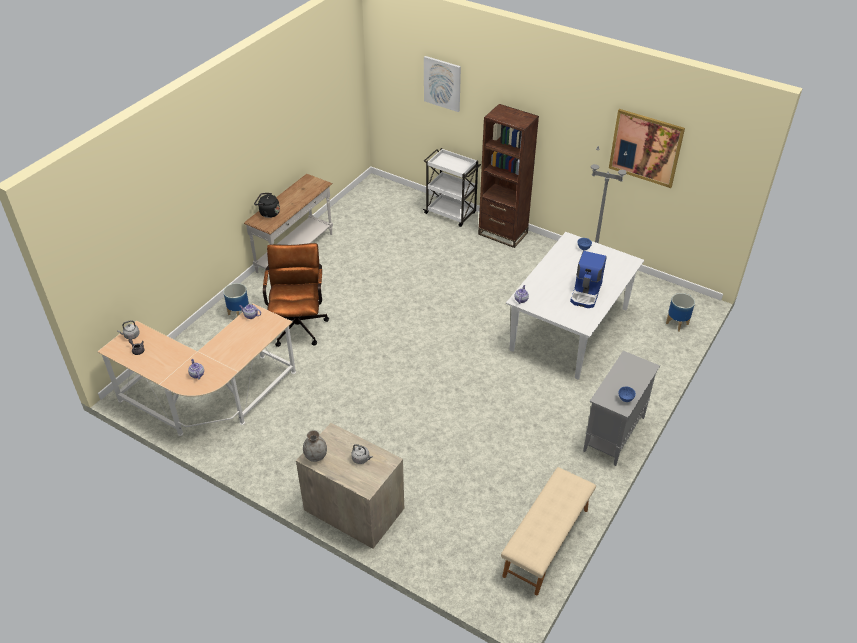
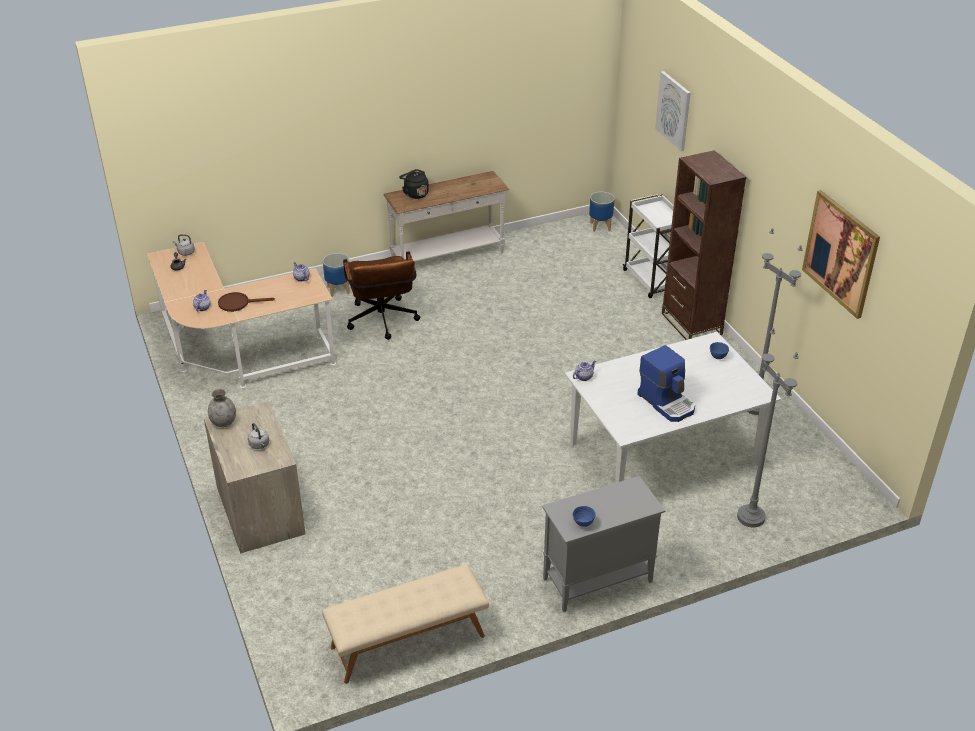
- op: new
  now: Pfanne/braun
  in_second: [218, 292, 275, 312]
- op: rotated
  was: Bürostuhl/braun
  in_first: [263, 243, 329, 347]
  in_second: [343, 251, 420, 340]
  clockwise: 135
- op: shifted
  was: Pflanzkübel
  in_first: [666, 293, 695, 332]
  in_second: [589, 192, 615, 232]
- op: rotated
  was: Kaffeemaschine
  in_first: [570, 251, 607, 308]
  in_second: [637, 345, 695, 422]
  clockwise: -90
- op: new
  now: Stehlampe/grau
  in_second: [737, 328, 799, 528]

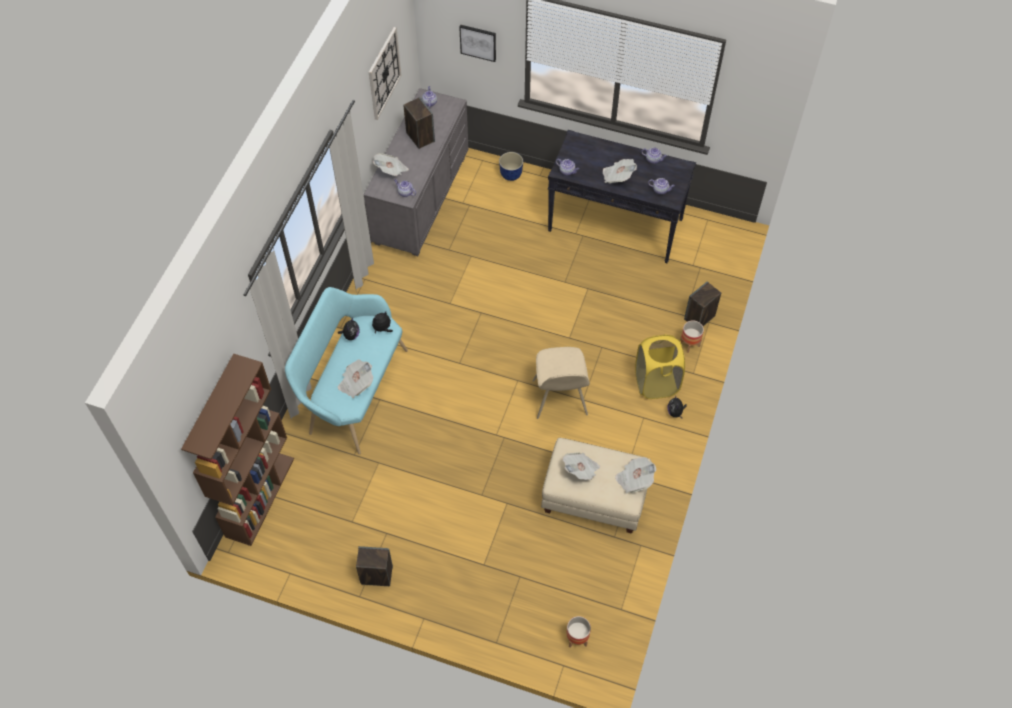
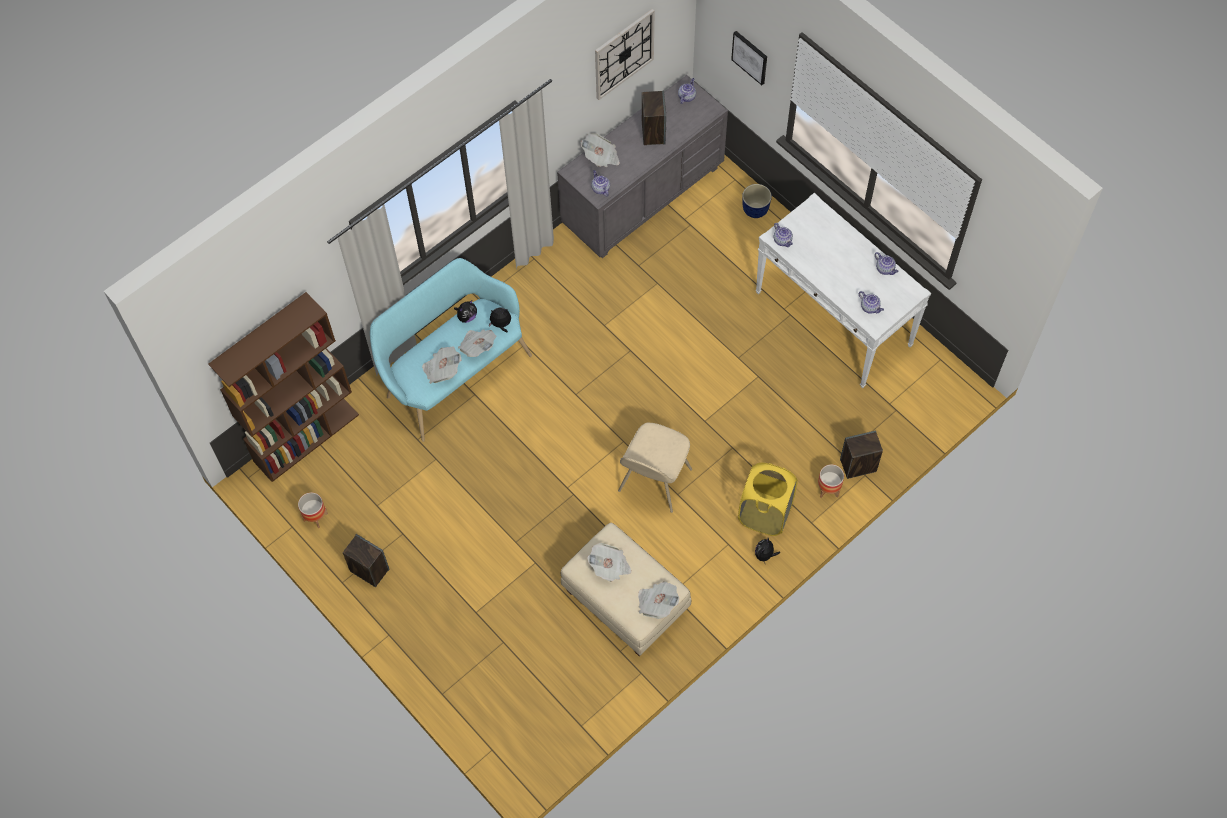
- op: shifted
  was: Pflanzkübel
  in_first: [566, 616, 591, 647]
  in_second: [298, 493, 328, 528]
- op: shifted
  was: Zeitung
  in_first: [603, 159, 637, 183]
  in_second: [458, 329, 496, 357]
- op: repainted
  was: Konsolentisch/schwarz
  now: Konsolentisch/weiß
  in_first: [548, 130, 696, 263]
  in_second: [756, 193, 931, 389]

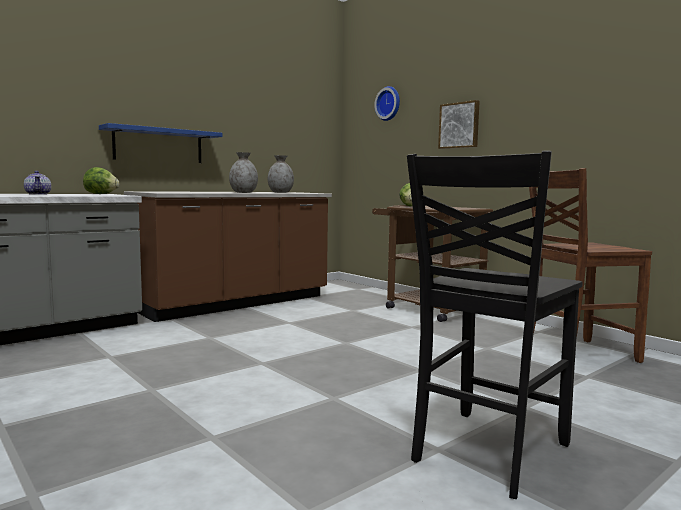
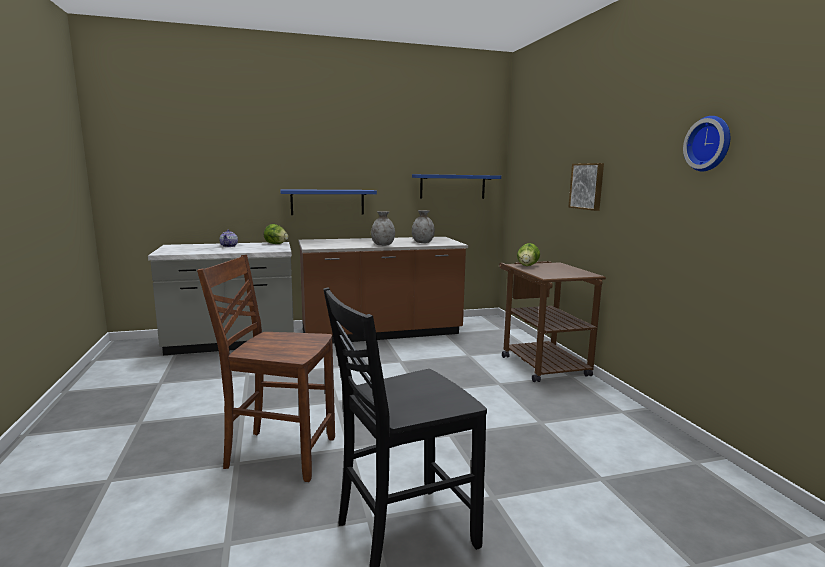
- op: shifted
  was: Stuhl/braun
  in_first: [529, 168, 652, 363]
  in_second: [197, 255, 335, 482]
- op: new
  now: Wandregal/blau
  in_second: [412, 174, 501, 199]
- op: shifted
  was: Wanduhr
  in_first: [374, 86, 400, 121]
  in_second: [683, 116, 730, 171]

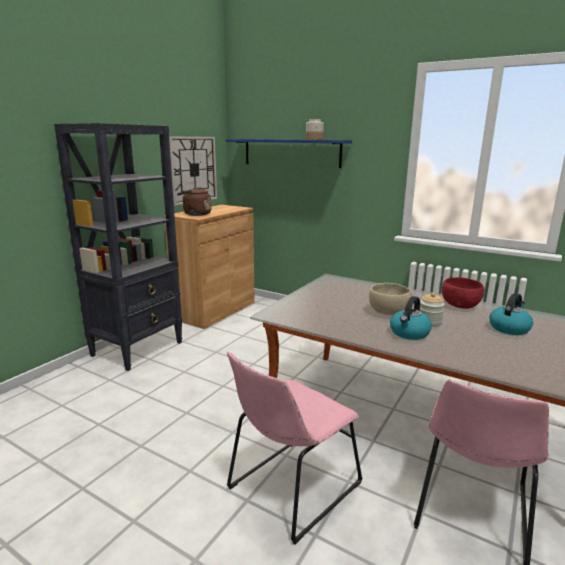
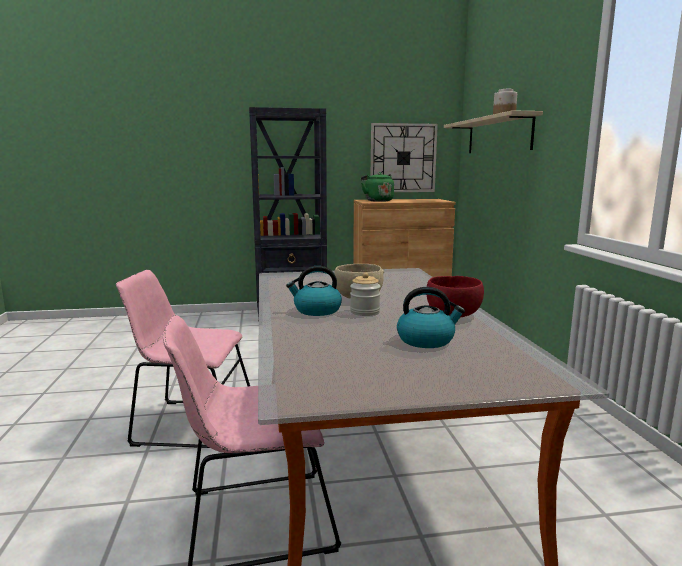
- op: repainted
  was: Wasserkessel/braun
  now: Wasserkessel/grün
  in_first: [177, 187, 211, 216]
  in_second: [361, 172, 394, 202]
- op: repainted
  was: Wandregal/blau
  now: Wandregal/beige
  in_first: [226, 139, 352, 168]
  in_second: [444, 110, 543, 153]

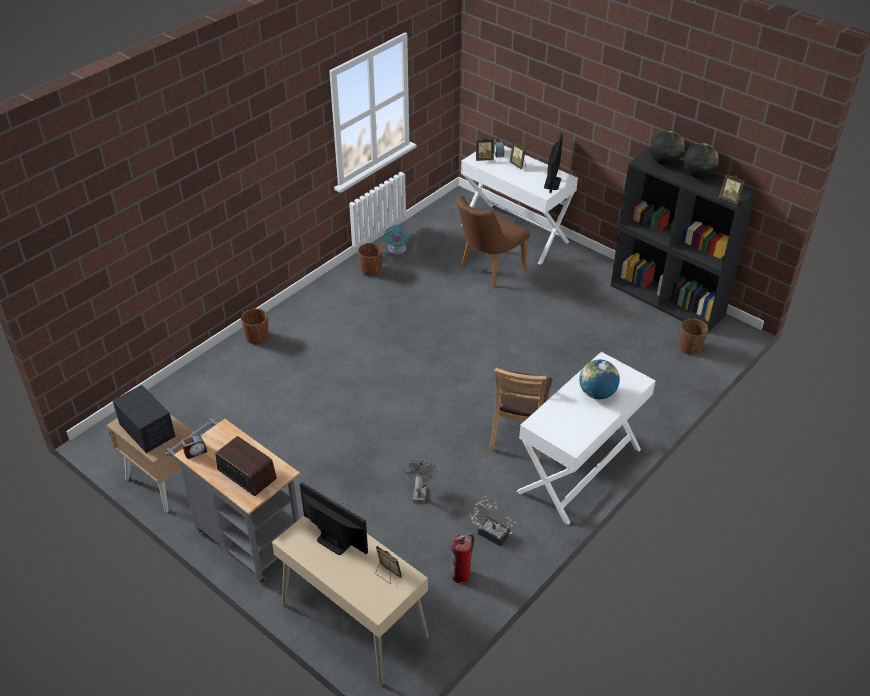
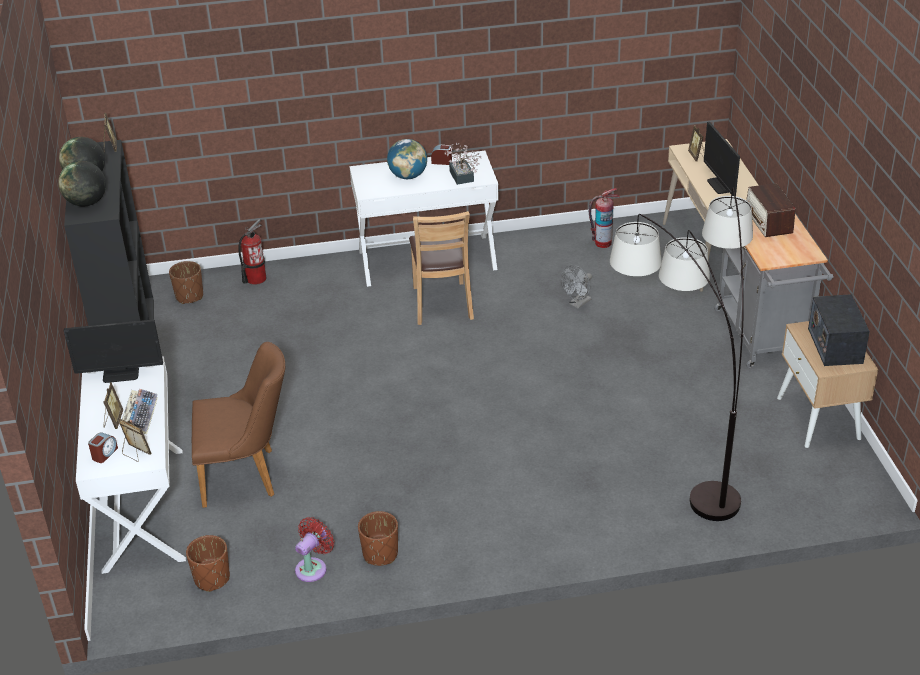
- op: rotated
  was: Monitor
  in_first: [544, 133, 563, 193]
  in_second: [64, 320, 163, 383]
  clockwise: -150
- op: new
  now: Tastatur
  in_second: [120, 389, 158, 434]
- op: shifted
  was: Pflanzkübel/braun
  in_first: [241, 309, 269, 344]
  in_second: [186, 535, 230, 592]
- op: new
  now: Feuerlöscher
  in_second: [238, 219, 266, 285]
- op: repainted
  was: Ventilator/türkis
  now: Ventilator/rot
  in_first: [384, 224, 410, 254]
  in_second: [295, 517, 334, 582]
- op: rotated
  was: Stuhl/braun
  in_first: [489, 368, 553, 460]
  in_second: [409, 211, 474, 325]
  clockwise: 120
- op: shifted
  was: Wecker
  in_first: [181, 435, 207, 459]
  in_second: [431, 145, 452, 165]
- op: shifted
  was: Topfpflanze
  in_first: [470, 496, 516, 547]
  in_second: [444, 143, 482, 185]
- op: new
  now: Stehlampe
  in_second: [610, 188, 753, 521]

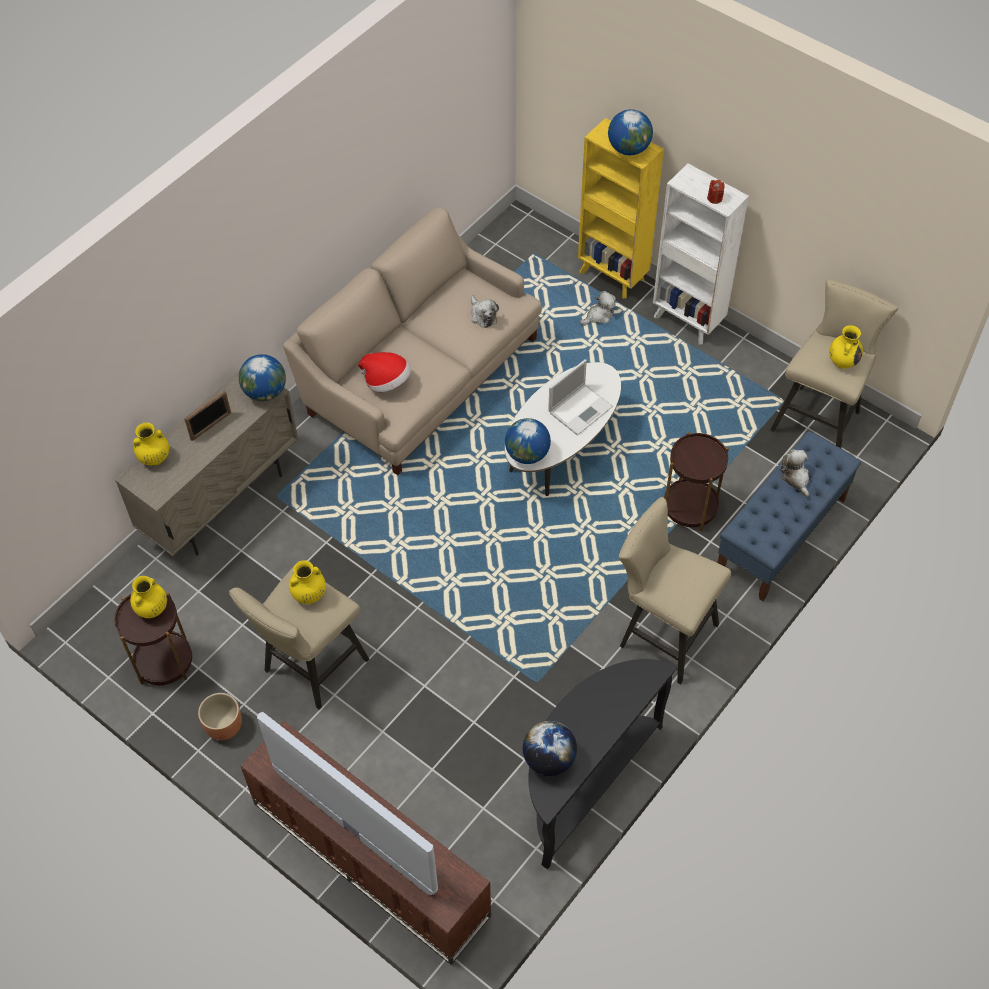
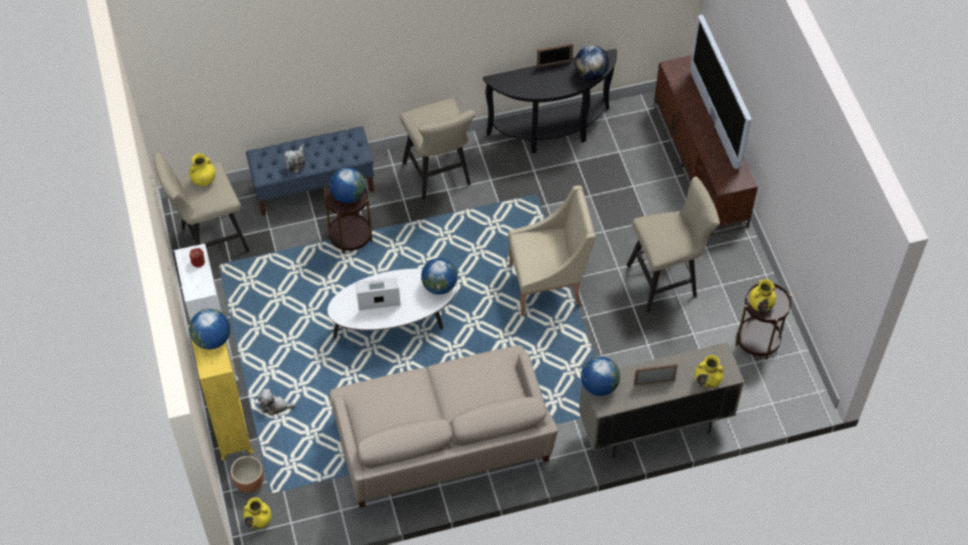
- op: shifted
  was: Pflanzkübel/braun
  in_first: [198, 693, 242, 740]
  in_second: [231, 456, 264, 493]
- op: shifted
  was: Vase/gelb
  in_first: [289, 560, 326, 604]
  in_second: [243, 497, 271, 529]
- op: new
  now: Globus
  in_second: [330, 167, 366, 203]
- op: new
  now: Sessel/beige
  in_second: [508, 186, 596, 316]
- op: new
  now: Bilderrahmen
  in_second: [537, 43, 573, 68]
- op: gone
  was: Hut
  in_first: [358, 352, 411, 392]
- op: gone
  was: Plüschtier
  in_first: [471, 295, 499, 328]

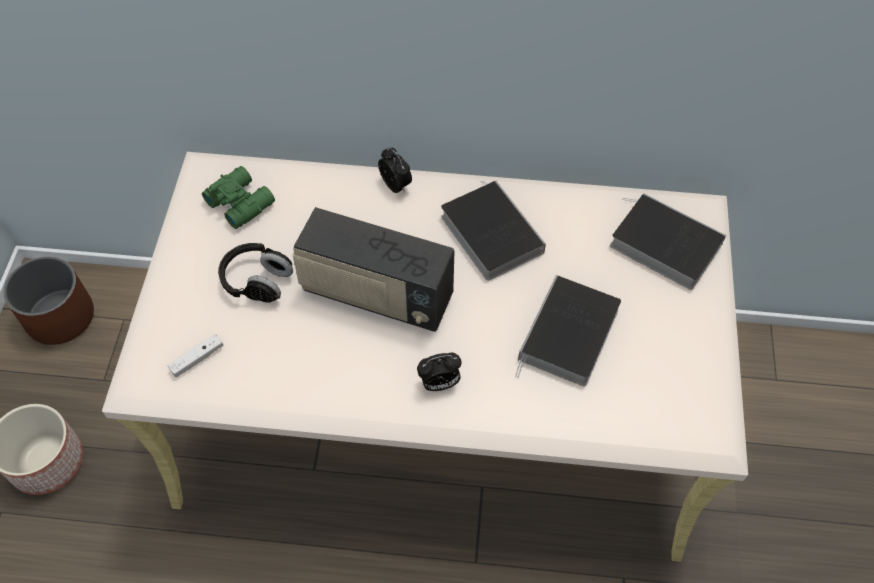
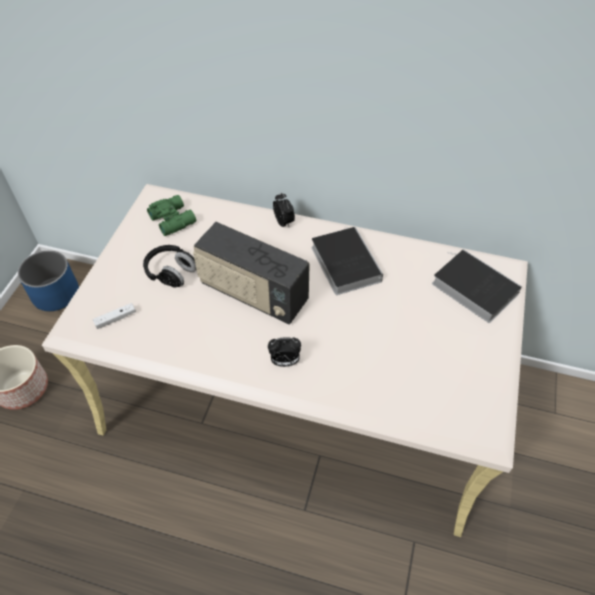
- op: repainted
  was: Pflanzkübel/braun
  now: Pflanzkübel/blau
  in_first: [3, 256, 94, 345]
  in_second: [18, 250, 79, 311]
- op: gone
  was: Buch
  in_first: [515, 275, 621, 387]

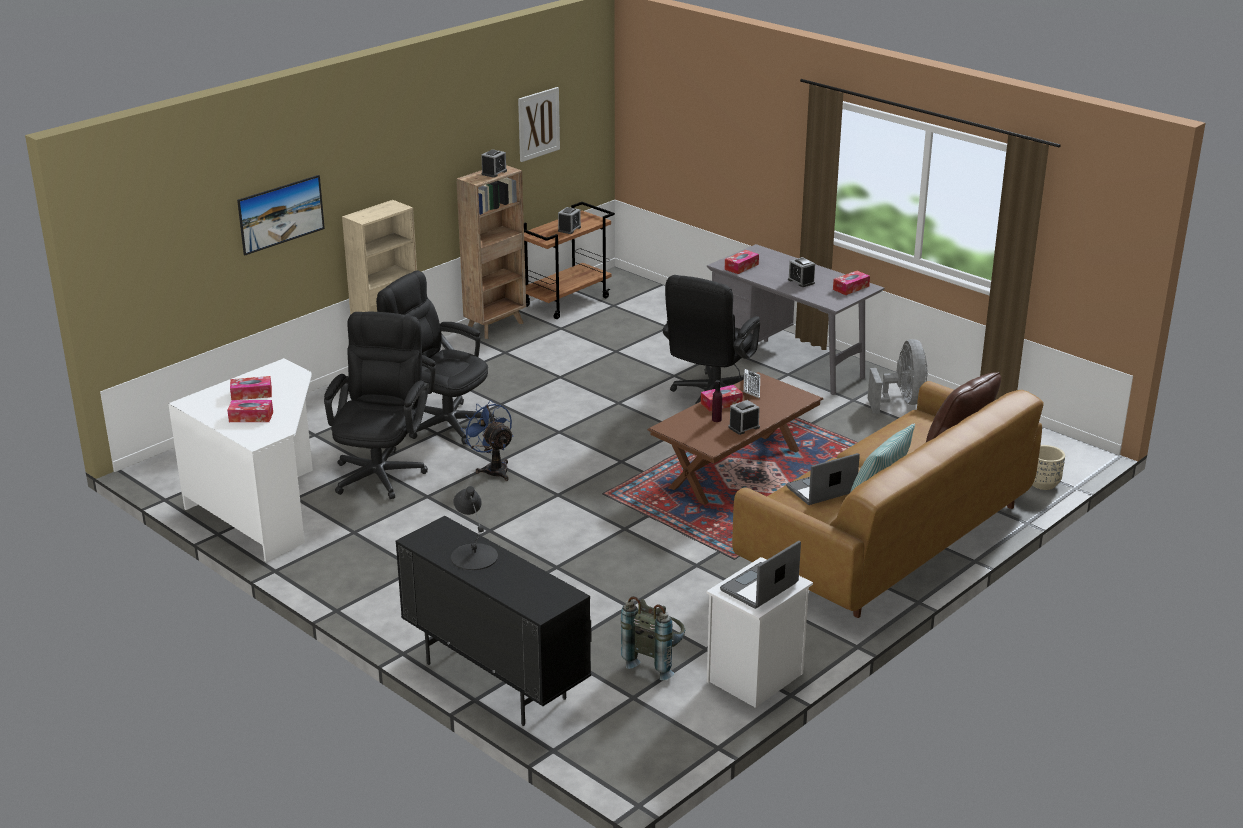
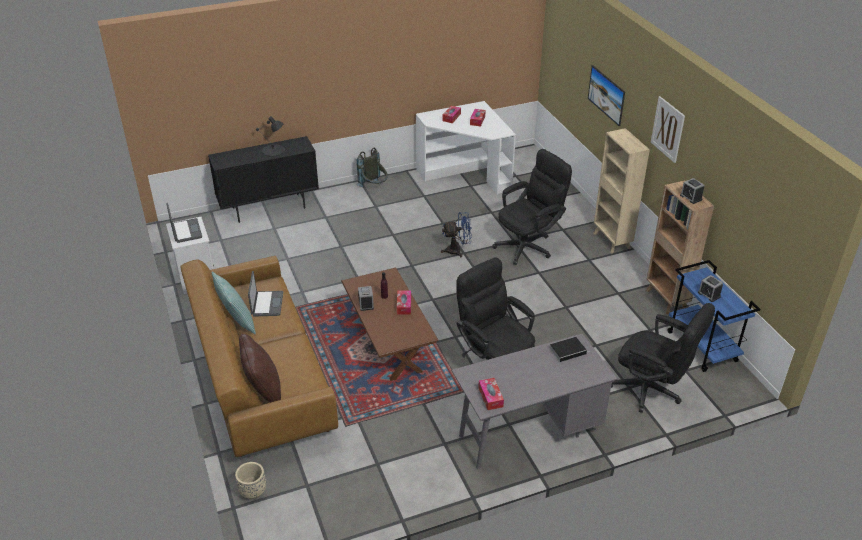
- op: shifted
  was: Rucksack/grau
  in_first: [621, 596, 685, 681]
  in_second: [357, 148, 388, 187]
- op: swapped
  was: Taschentuchbox
  now: Buch
  in_first: [725, 250, 759, 274]
  in_second: [550, 337, 587, 362]
- op: shifted
  was: Bürostuhl/schwarz
  in_first: [324, 312, 429, 499]
  in_second: [611, 303, 715, 413]
- op: shifted
  was: Bild
  in_first: [518, 87, 560, 162]
  in_second: [651, 96, 685, 163]
- op: repainted
  was: Rollwagen/braun
  now: Rollwagen/blau
  in_first: [524, 202, 615, 319]
  in_second: [667, 260, 760, 372]
- op: gone
  was: Tastatur
  in_first: [743, 369, 760, 398]
- op: gone
  was: Wecker
  in_first: [788, 257, 815, 287]
- op: gone
  was: Ventilator/grau
  in_first: [868, 339, 928, 414]

